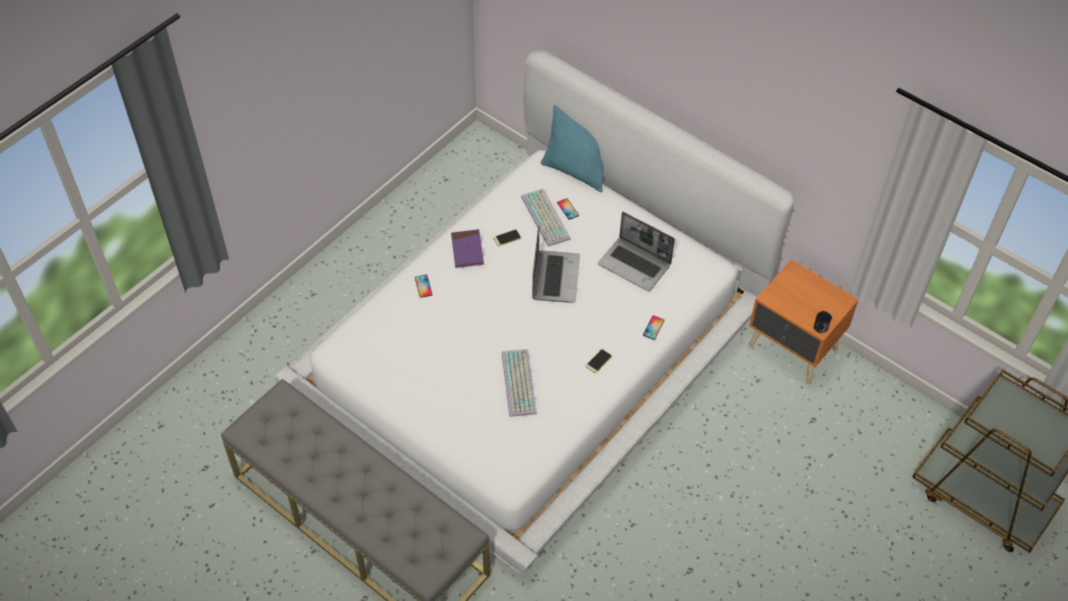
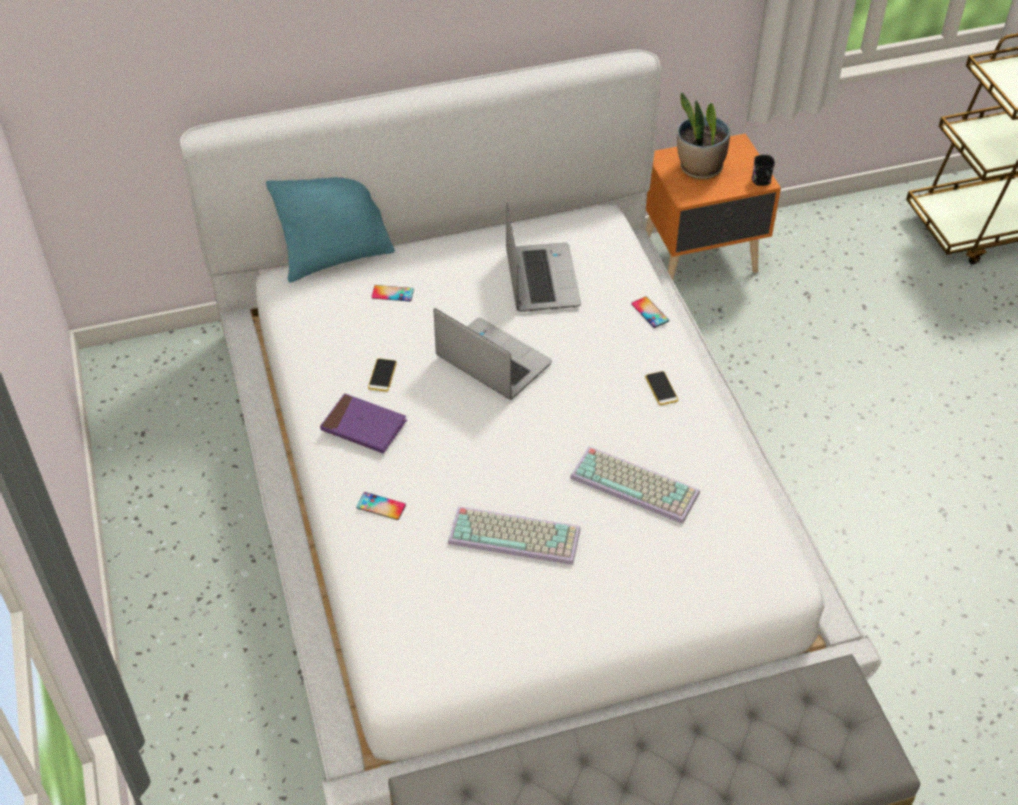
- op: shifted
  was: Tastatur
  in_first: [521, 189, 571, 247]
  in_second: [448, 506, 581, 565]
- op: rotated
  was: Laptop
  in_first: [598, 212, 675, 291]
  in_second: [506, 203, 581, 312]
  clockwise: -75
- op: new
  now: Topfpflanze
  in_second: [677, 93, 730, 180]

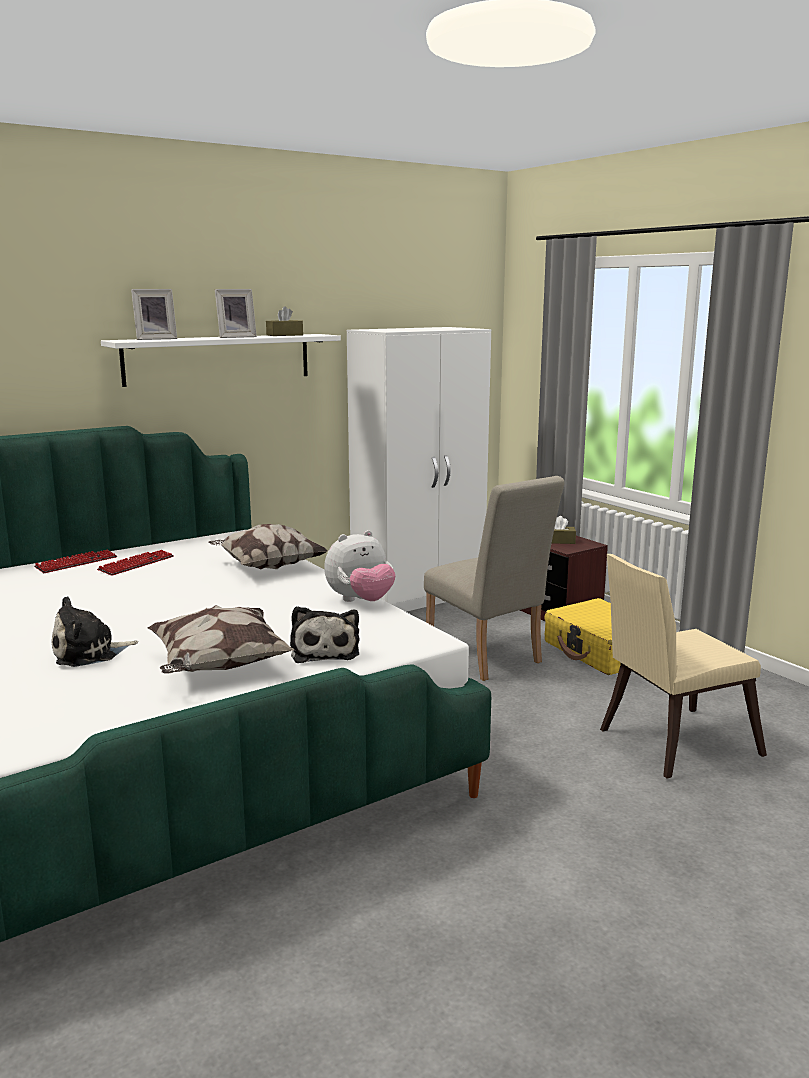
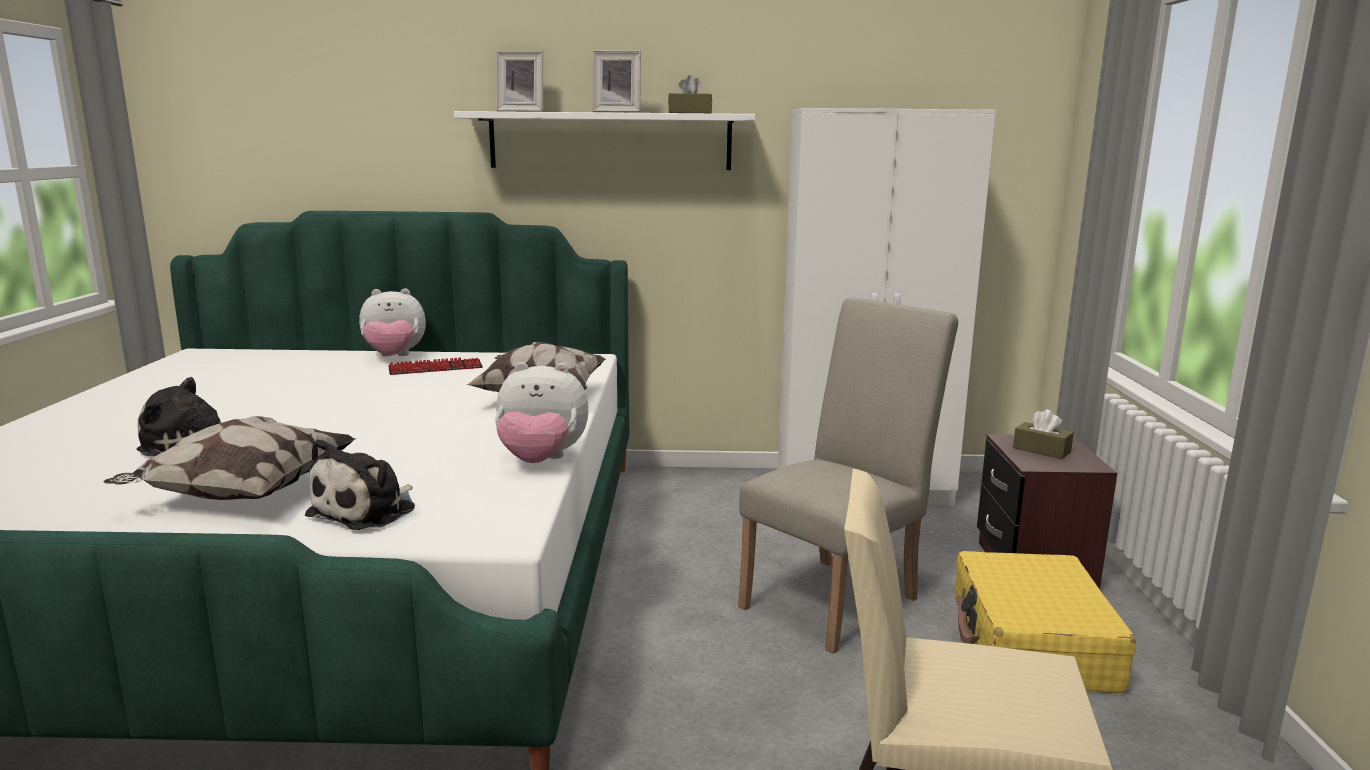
- op: swapped
  was: Tastatur
  now: Plüschtier
  in_first: [34, 549, 117, 573]
  in_second: [359, 288, 426, 356]
- op: rotated
  was: Stuhl/beige
  in_first: [424, 476, 565, 681]
  in_second: [738, 297, 958, 654]
  clockwise: -135

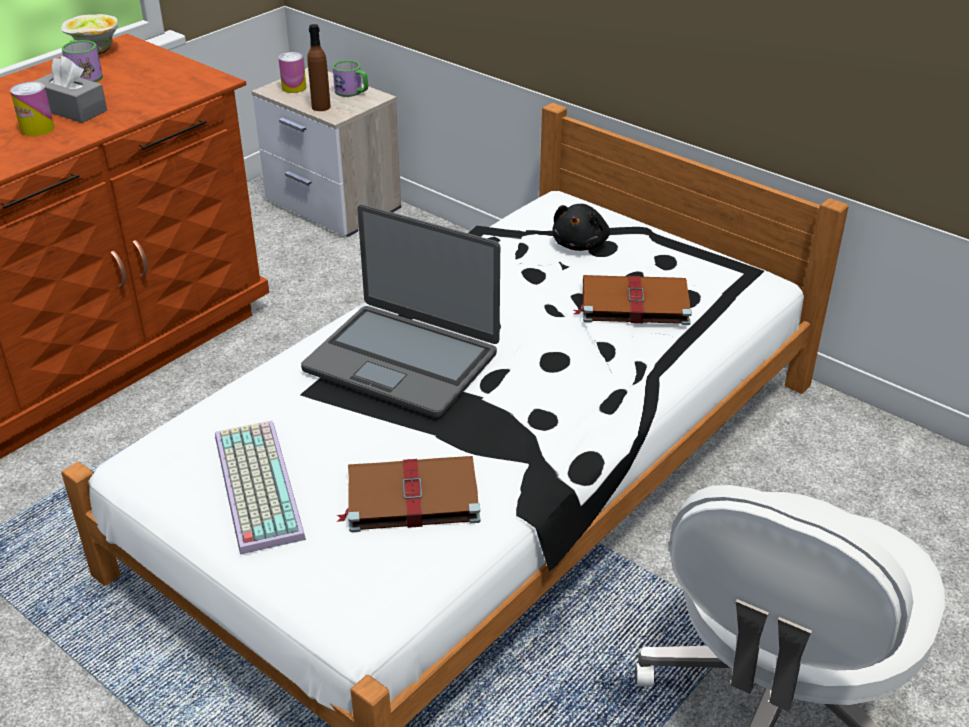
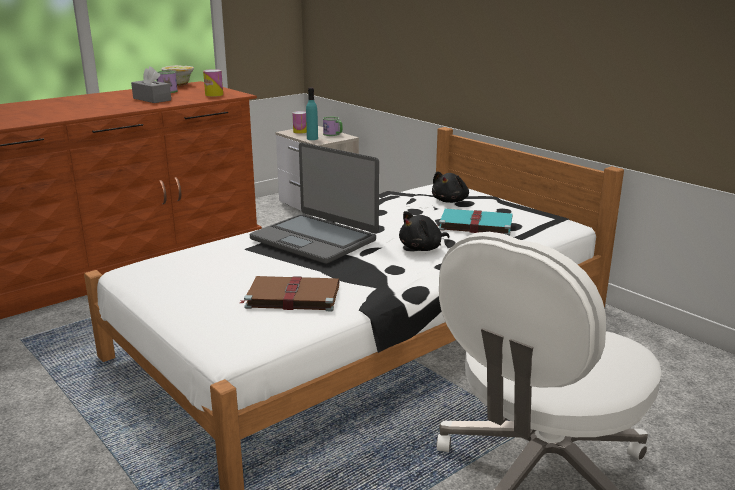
- op: shifted
  was: Dose
  in_first: [10, 82, 54, 136]
  in_second: [203, 69, 223, 97]
- op: repainted
  was: Flasche/braun
  now: Flasche/türkis
  in_first: [307, 24, 331, 111]
  in_second: [306, 88, 318, 140]
- op: new
  now: Plüschtier/schwarz
  in_second: [399, 211, 449, 251]
- op: repainted
  was: Buch/braun
  now: Buch/türkis
  in_first: [574, 275, 692, 325]
  in_second: [437, 209, 513, 236]
- op: gone
  was: Tastatur
  in_first: [215, 420, 306, 554]

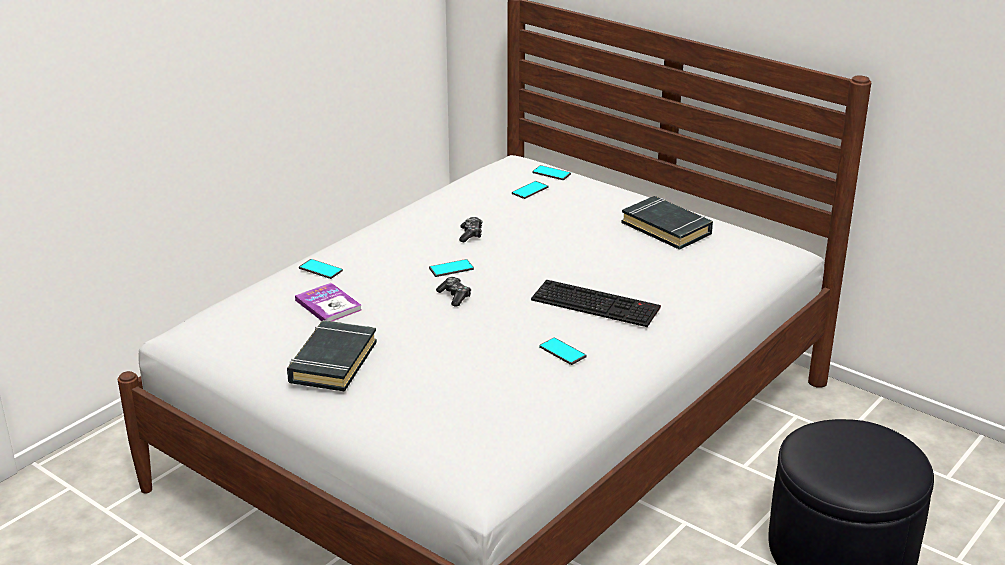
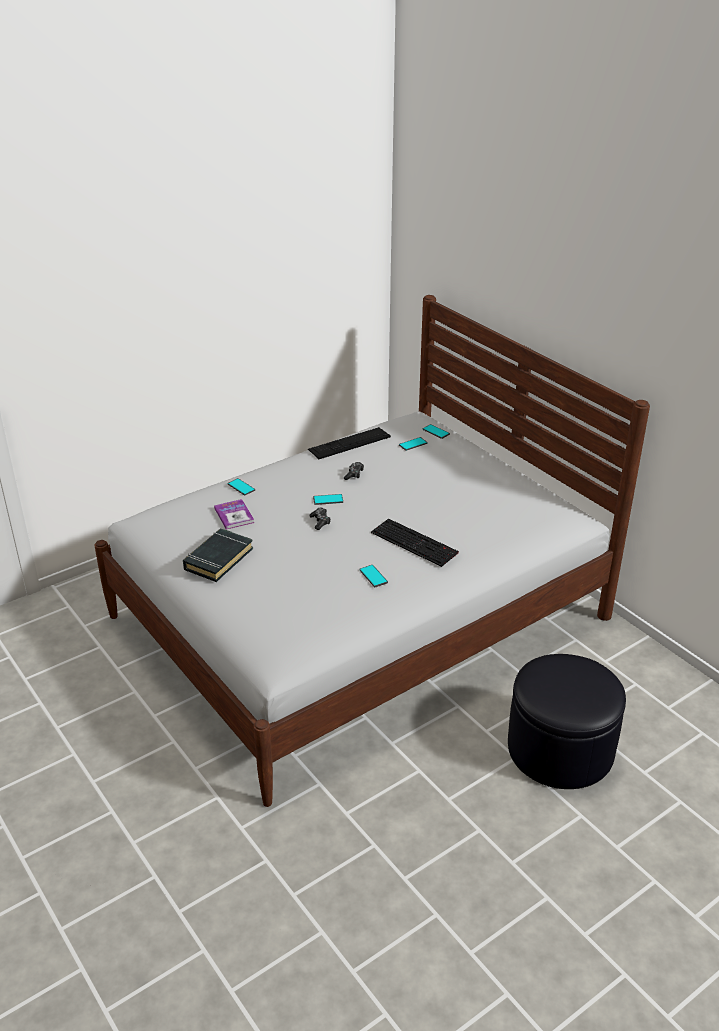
- op: new
  now: Tastatur
  in_second: [308, 427, 391, 459]
- op: gone
  was: Buch/schwarz
  in_first: [621, 196, 713, 250]

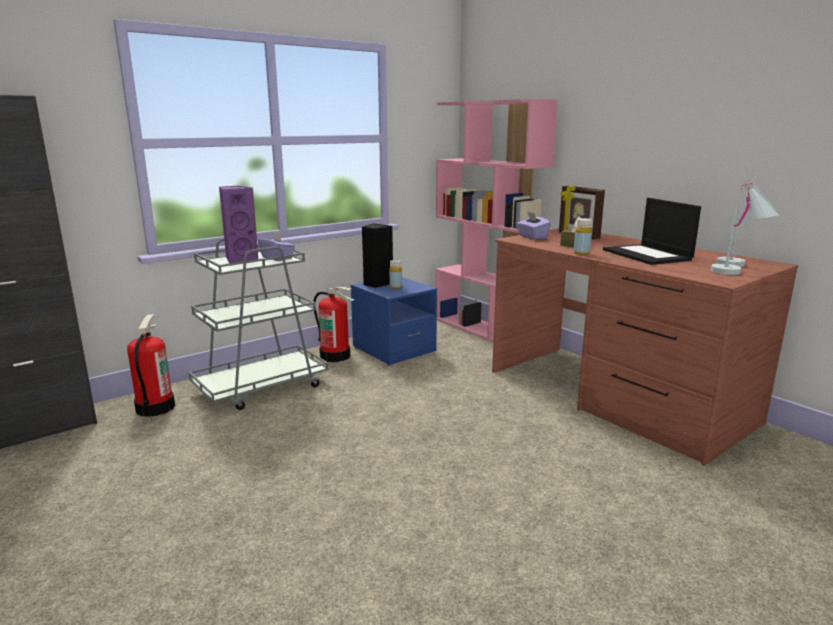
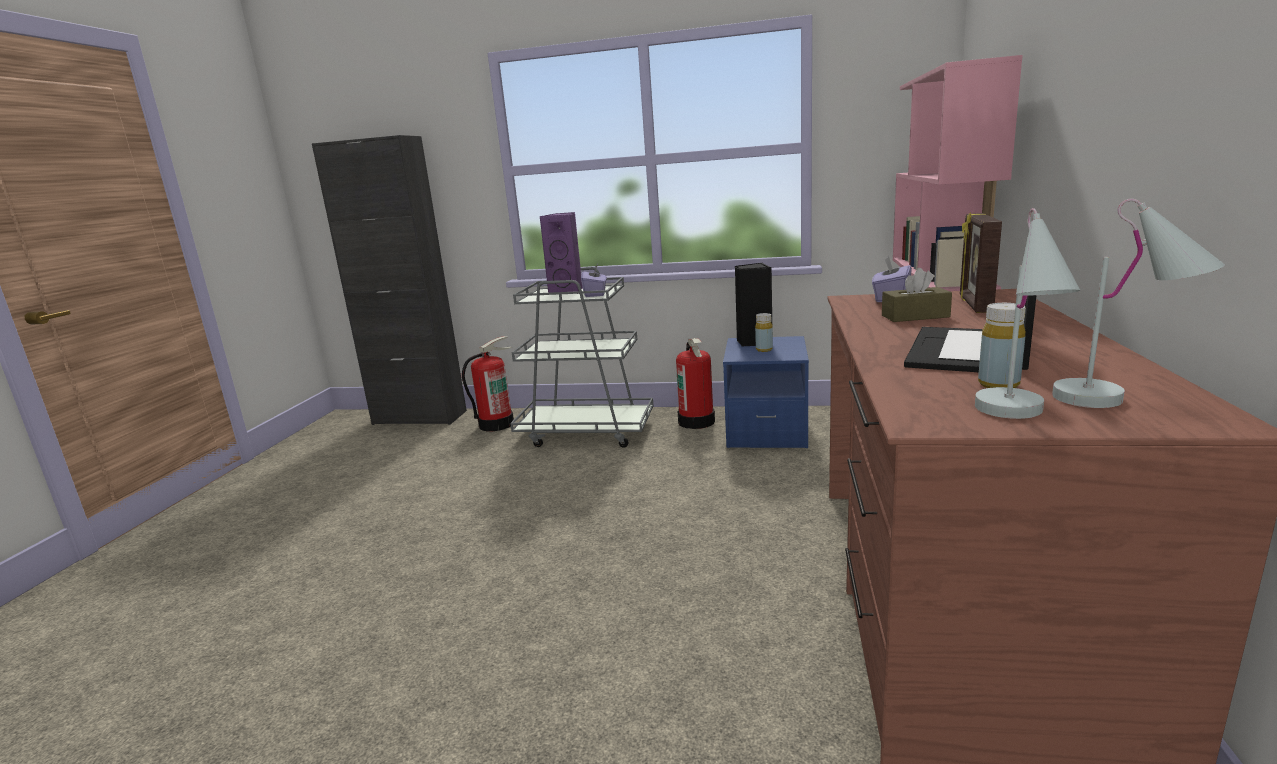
- op: shifted
  was: Flasche/gelb
  in_first: [574, 218, 592, 255]
  in_second: [978, 303, 1026, 388]

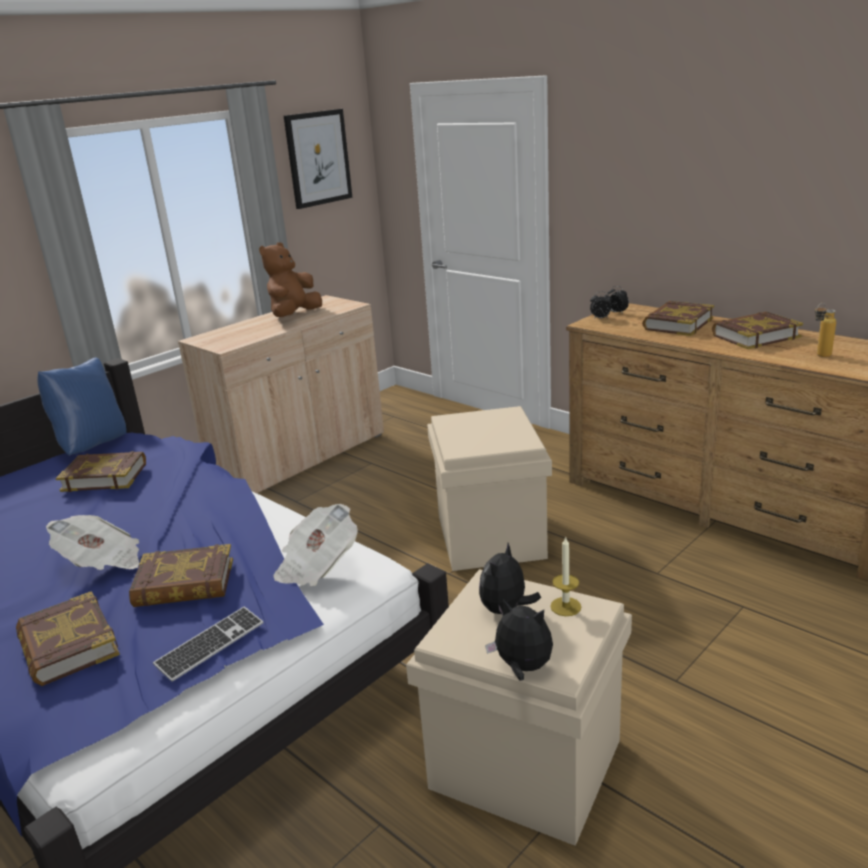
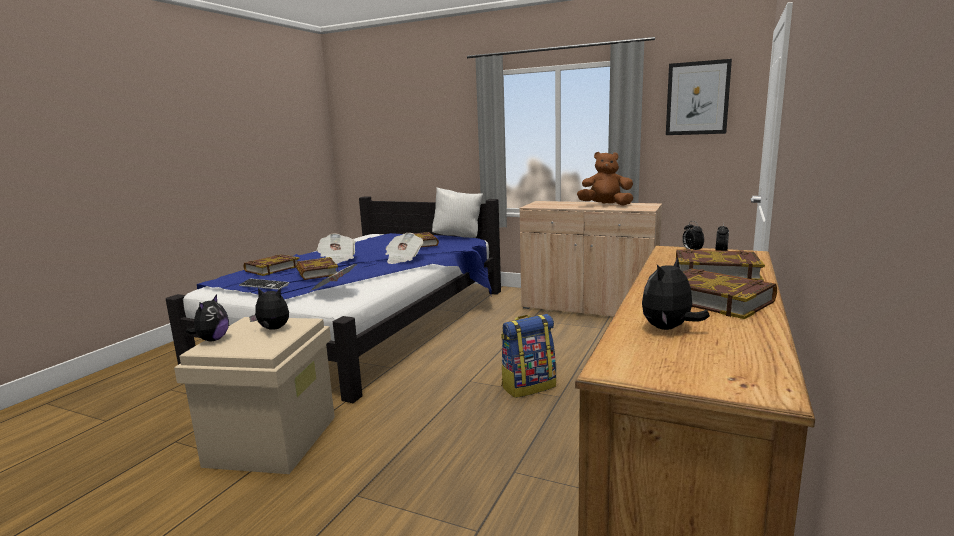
- op: new
  now: Zeitung
  in_second: [385, 233, 423, 264]
- op: repainted
  was: Kissen/blau
  now: Kissen/weiß
  in_first: [37, 357, 127, 455]
  in_second: [432, 187, 483, 238]
- op: swapped
  was: Aufbewahrungsbox/beige
  now: Rucksack
  in_first: [427, 406, 552, 571]
  in_second: [501, 314, 556, 398]
- op: swapped
  was: Flasche
  now: Plüschtier
  in_first: [815, 303, 836, 357]
  in_second: [642, 257, 710, 330]
- op: gone
  was: Kerze
  in_first: [550, 536, 581, 616]

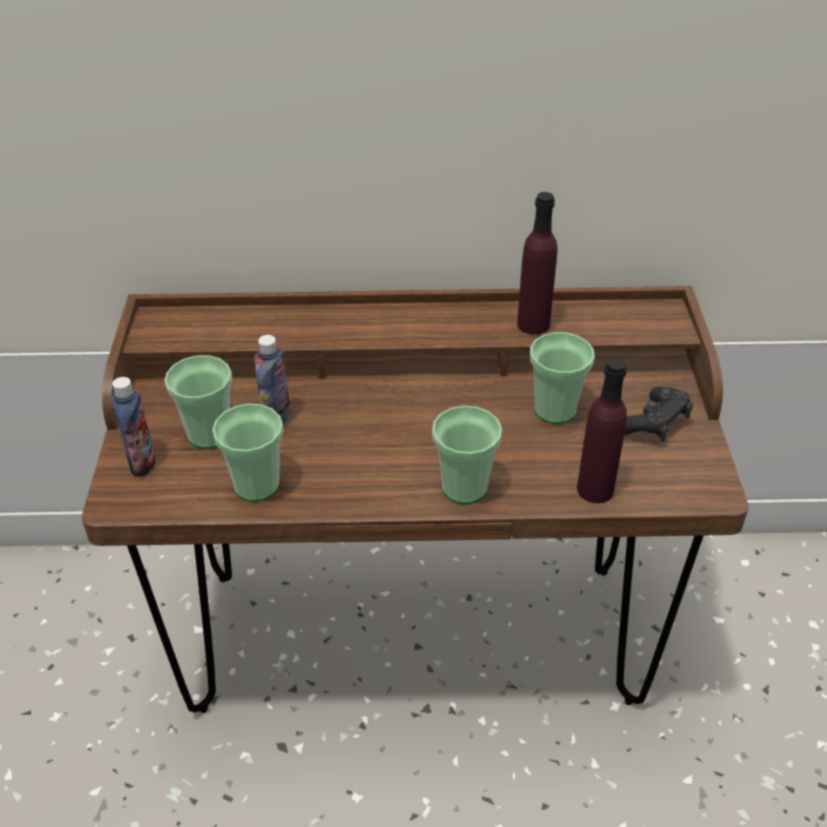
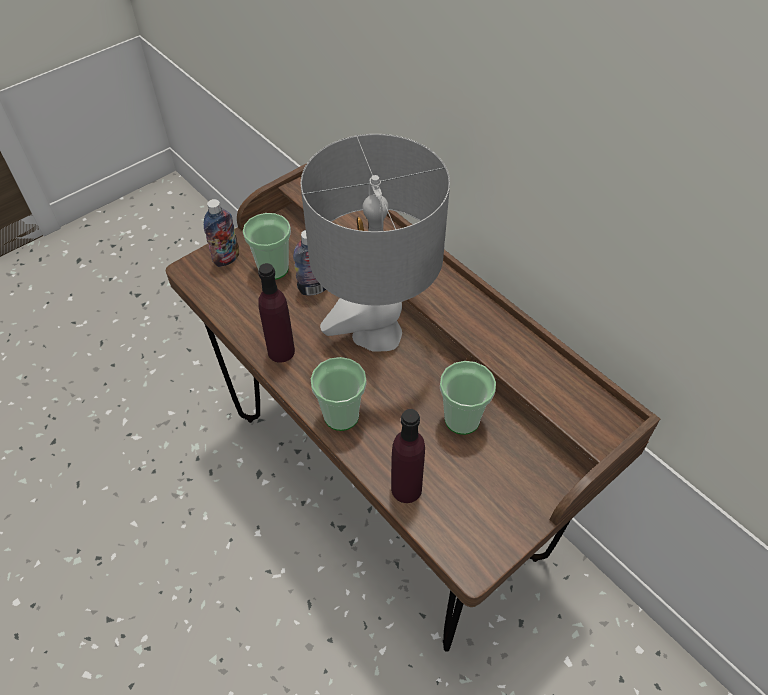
- op: shifted
  was: Flasche/lila
  in_first: [517, 192, 557, 335]
  in_second: [258, 263, 295, 363]
- op: new
  now: Tischlampe/grau
  in_second: [301, 134, 450, 352]
- op: gone
  was: Tasse
  in_first: [212, 403, 283, 502]
- op: gone
  was: Gamepad/schwarz
  in_first: [624, 387, 693, 442]

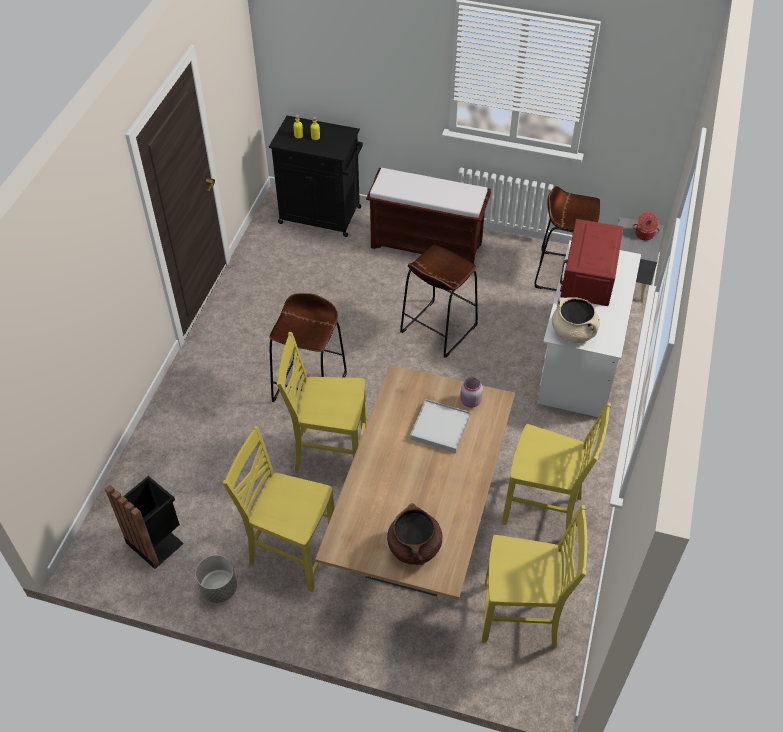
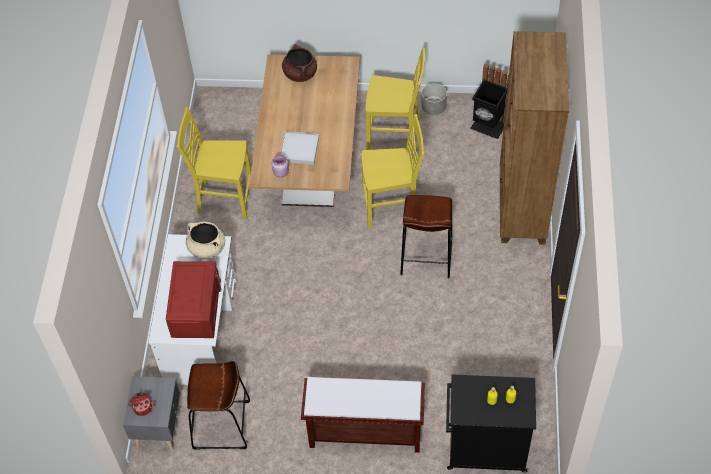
- op: new
  now: Bücherregal/braun
  in_second: [500, 31, 569, 244]
- op: gone
  was: Hocker/braun
  in_first: [400, 245, 478, 358]
- op: gone
  was: Stuhl/gelb
  in_first: [482, 505, 587, 648]

